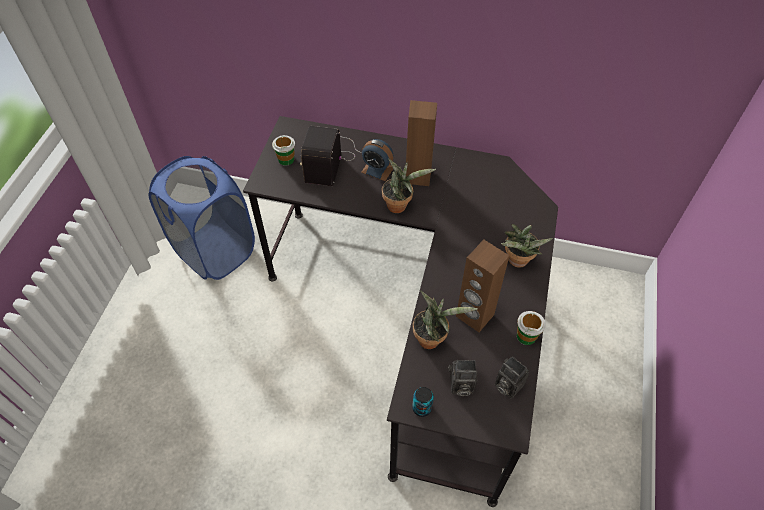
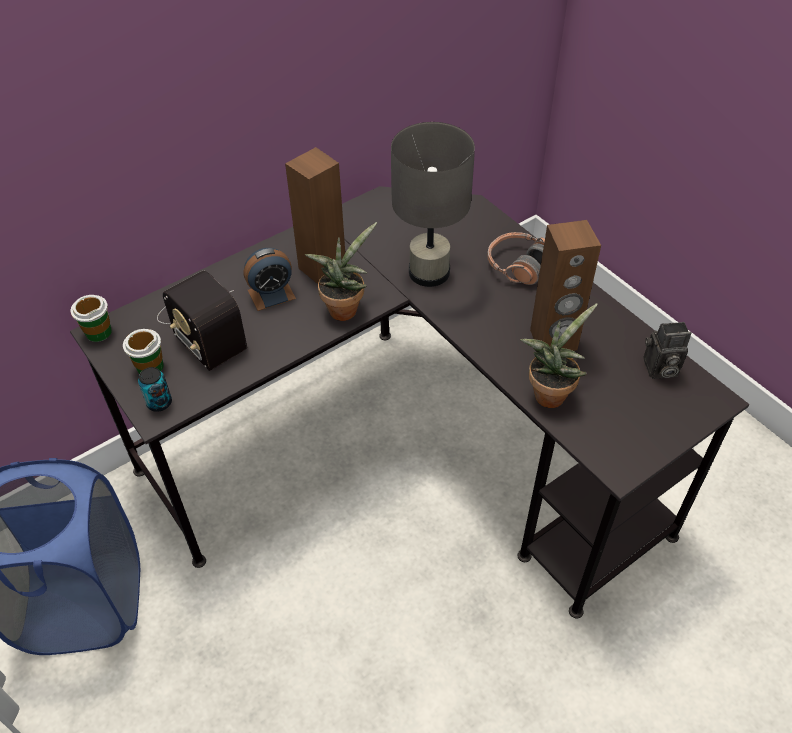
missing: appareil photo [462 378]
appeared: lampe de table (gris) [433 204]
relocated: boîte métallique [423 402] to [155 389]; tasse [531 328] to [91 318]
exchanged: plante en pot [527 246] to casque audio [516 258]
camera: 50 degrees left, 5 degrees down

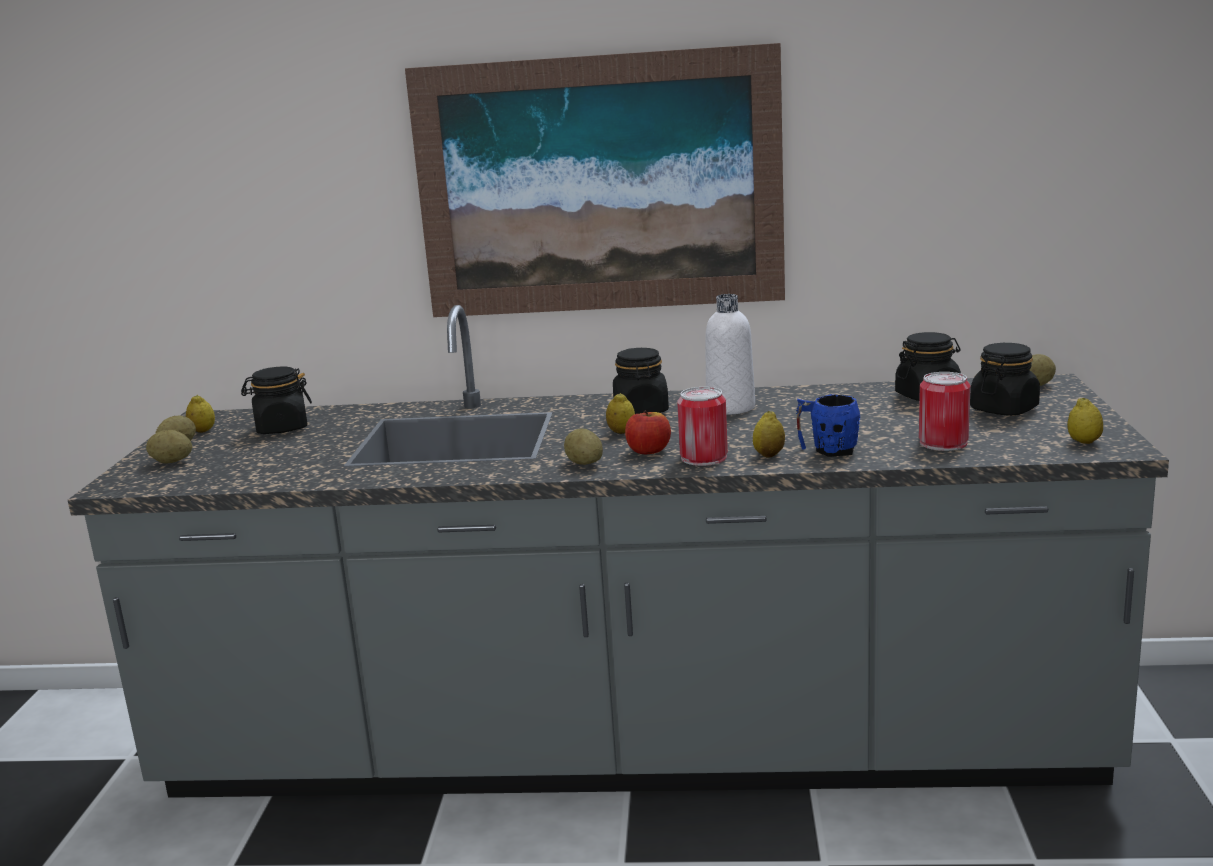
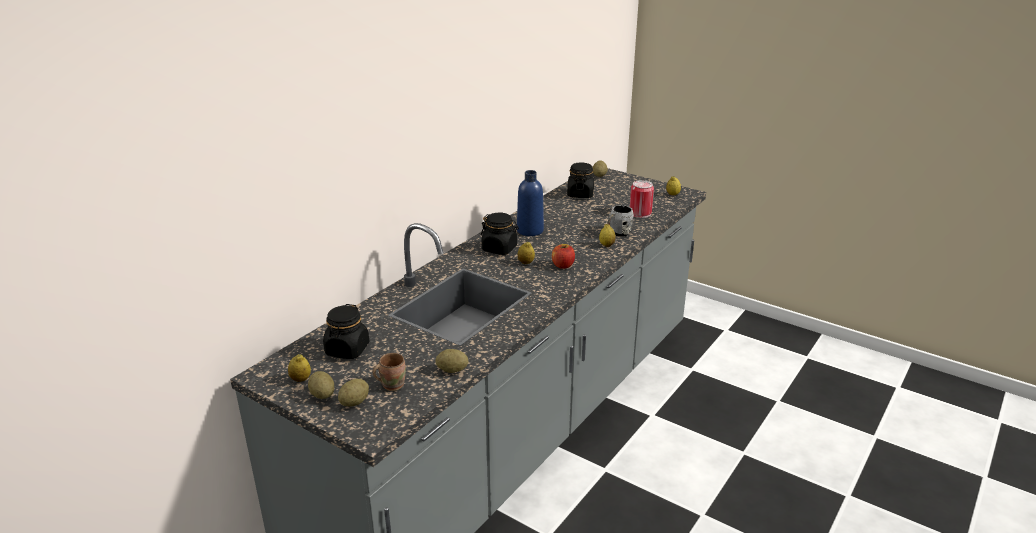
missing: tableau [595 180]; boîte métallique [702 426]; bocal (noir) [1005 379]
appeared: mug (marron) [389 372]
relocated: pomme de terre [583 447] to [451 361]
colour: bouteille (blanc) [730 354] to bouteille (bleu) [530 203]; mug (bleu) [828 425] to mug (gris) [621 220]
camera: 60 degrees left, 10 degrees up

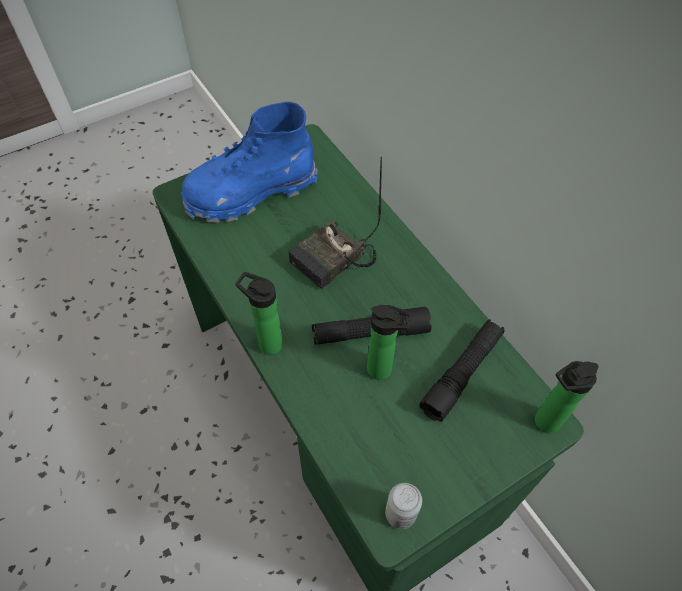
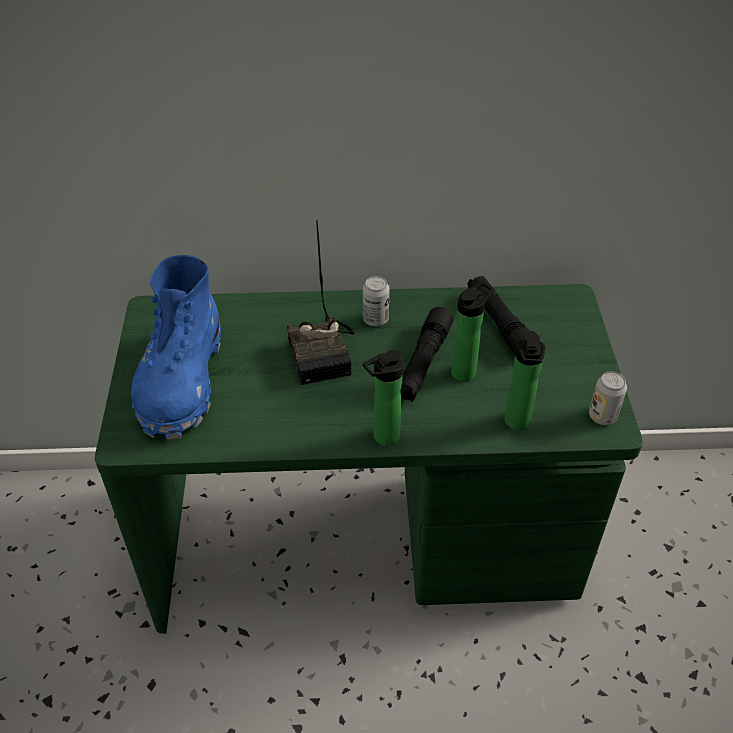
appeared: boîte métallique [376 301]
relocated: bouteille [567 397] to [525 380]
camera: 60 degrees left, 10 degrees down

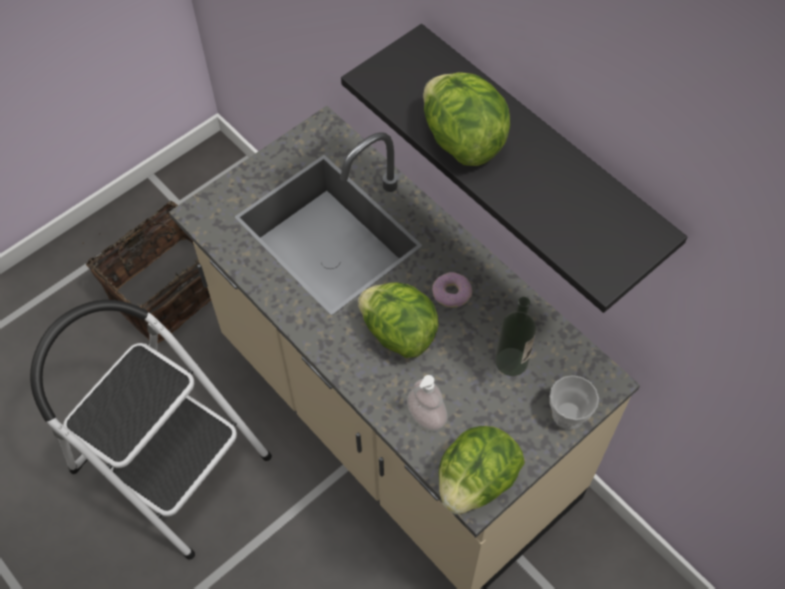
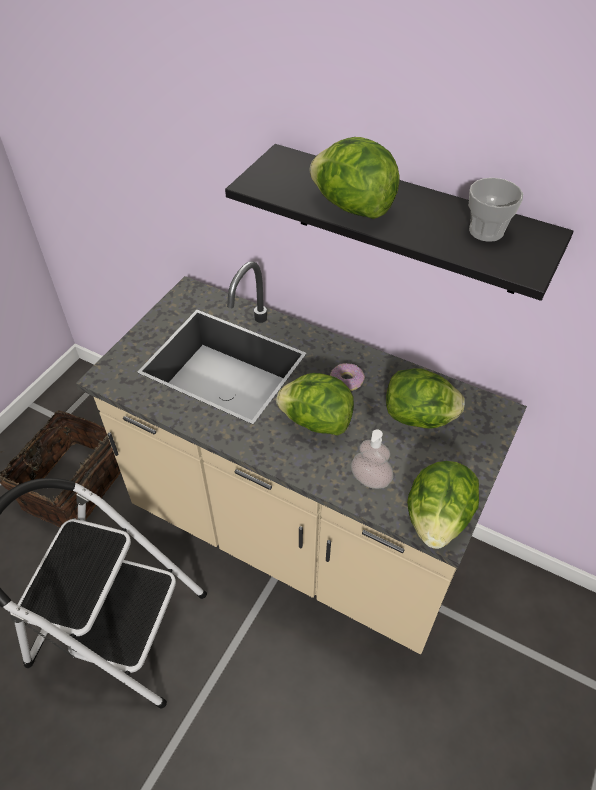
relocated: tasse [574 402] to [496 210]
exchanged: bouteille [515 336] to laitue [425 398]
camera: 20 degrees left, 10 degrees down

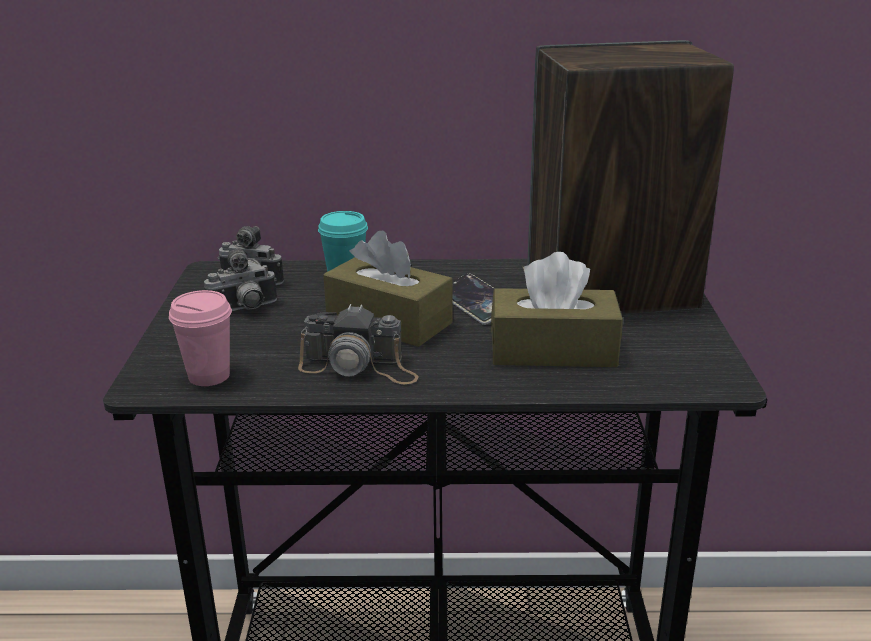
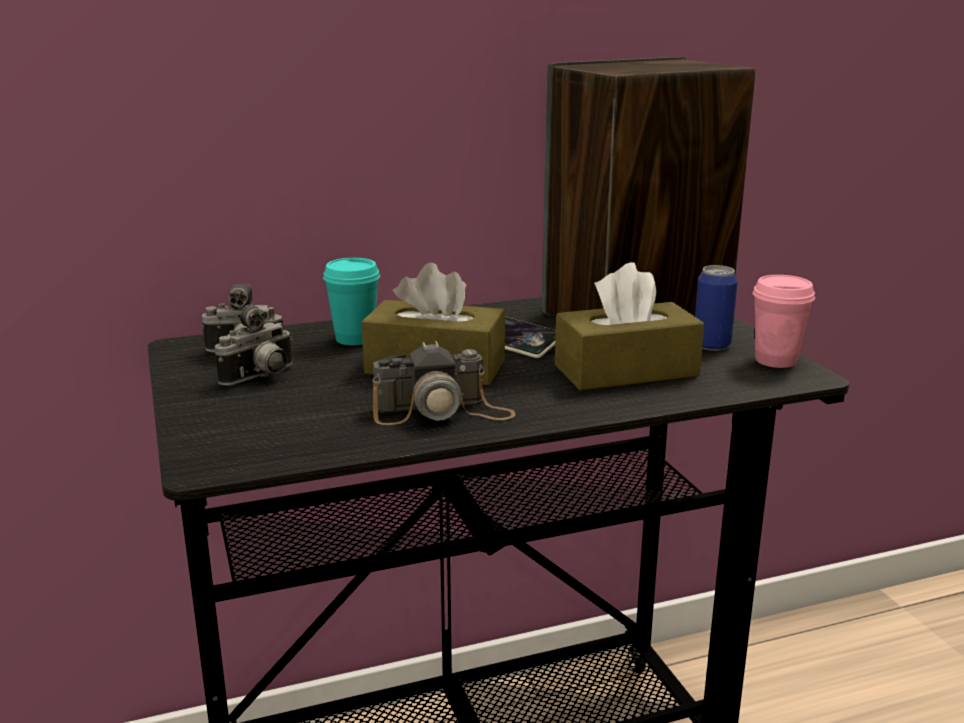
appeared: boîte métallique [716 308]
relocated: tasse (rose) [200 338] to [784 321]
camera: 20 degrees left, 5 degrees down

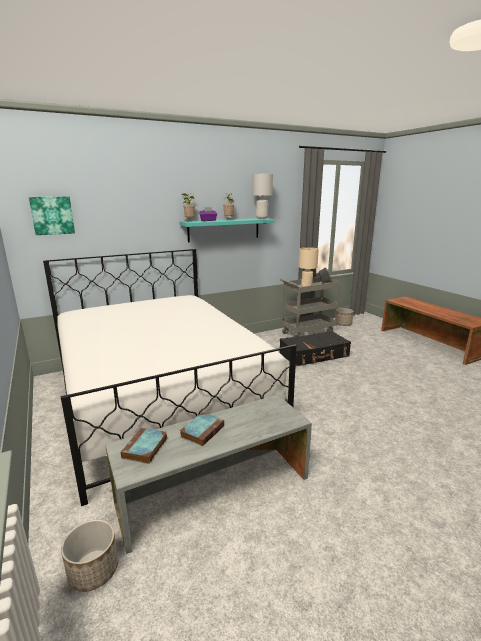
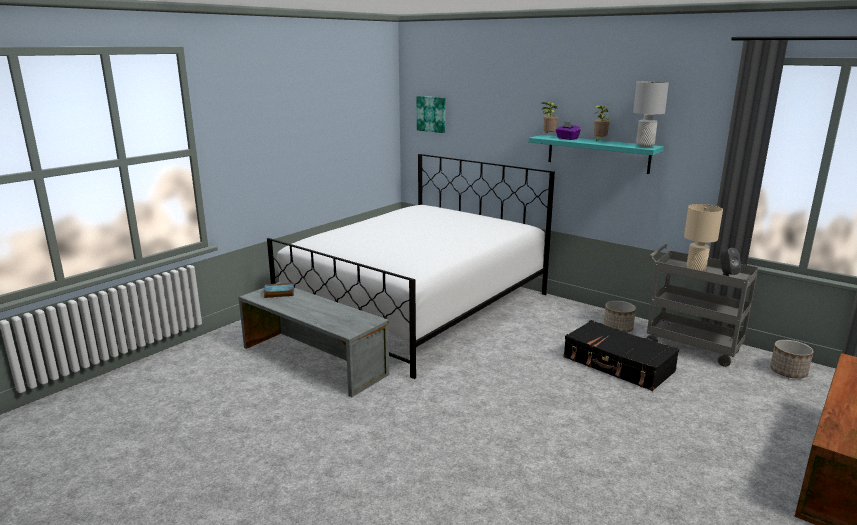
missing: livre [202 429]
relocated: cache-pot [89 555] to [619 317]
camera: 65 degrees right, 0 degrees up

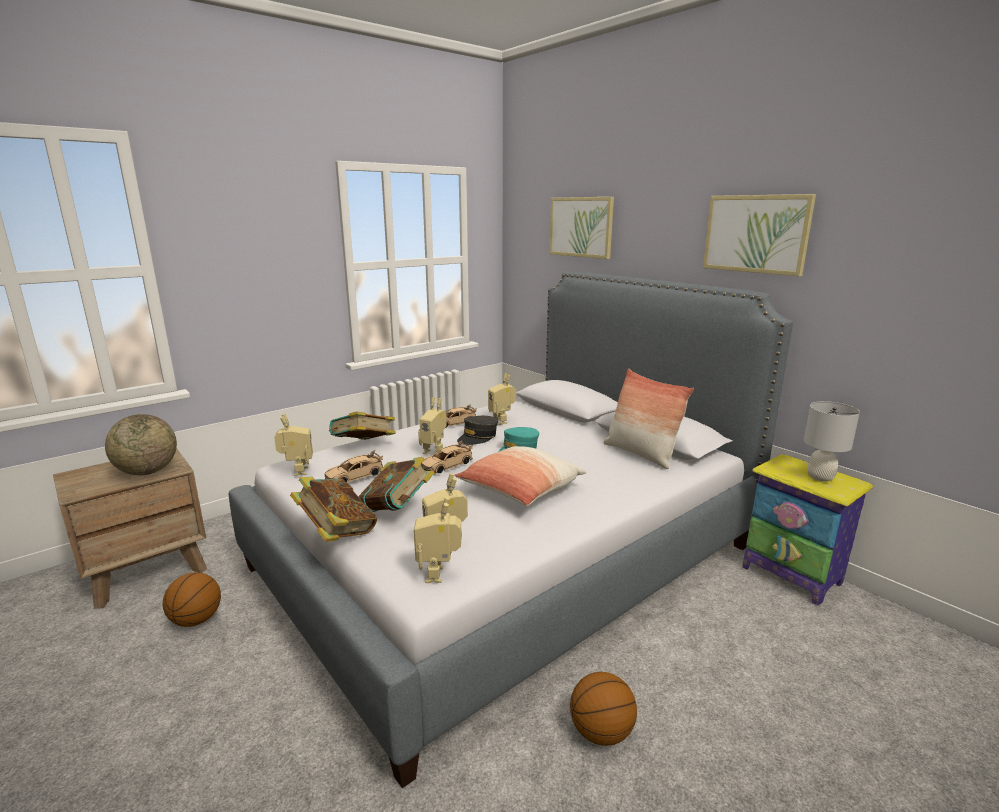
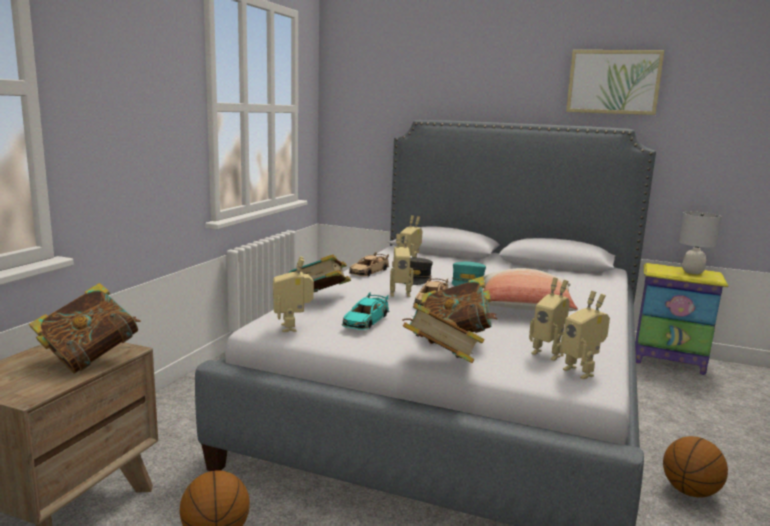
missing: tableau [582 228]; coussin [648 418]
exchanged: globe [141 444] to livre [85 328]
colour: petite voiture (beige) [354 466] to petite voiture (turquoise) [365 311]
spun: robot jouet [293 445] = [293 294] 150 degrees counterclockwise
camera: 30 degrees left, 5 degrees down

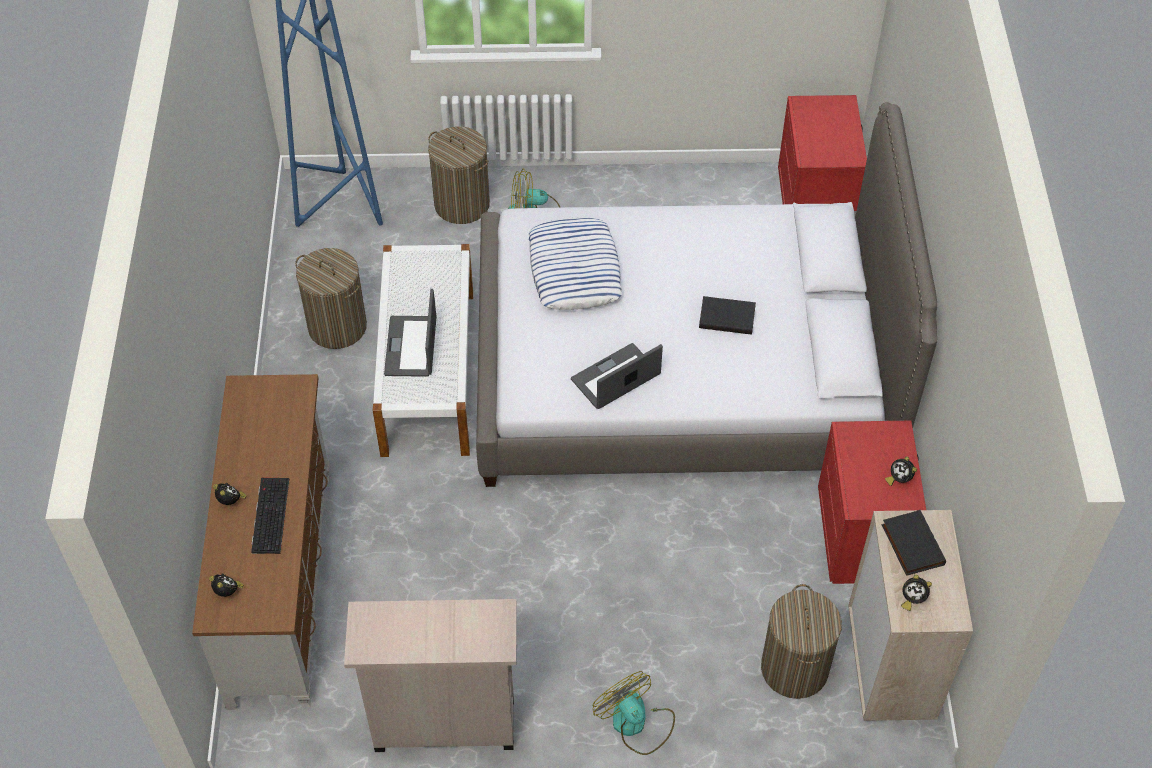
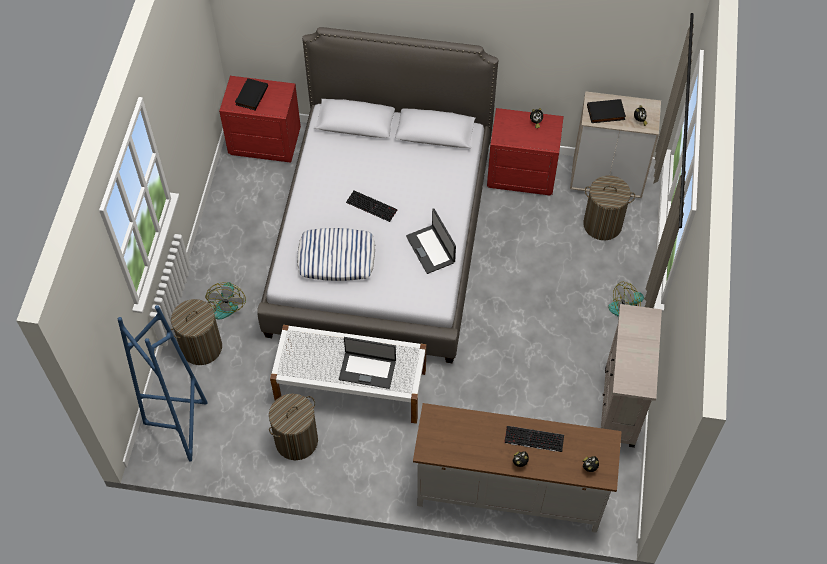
appeared: clavier [371 206]
relocated: livre (noir) [727 315] to [251 94]
camera: 80 degrees left, 5 degrees up

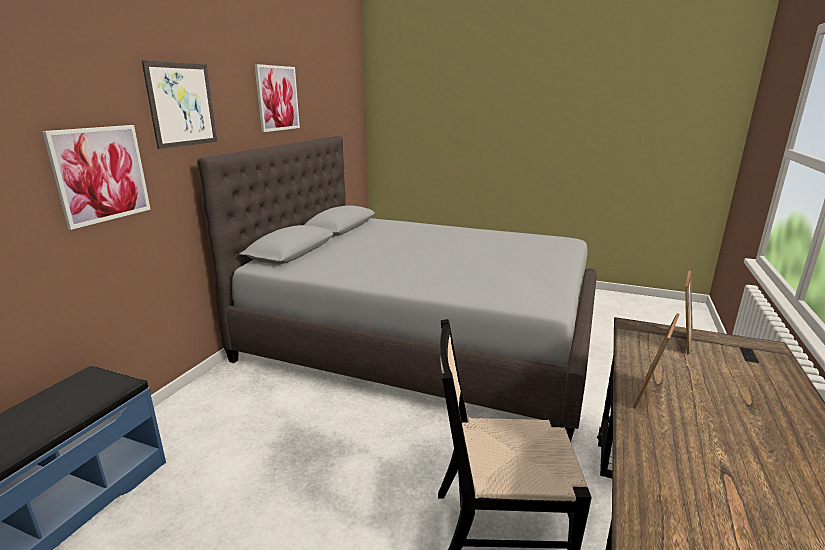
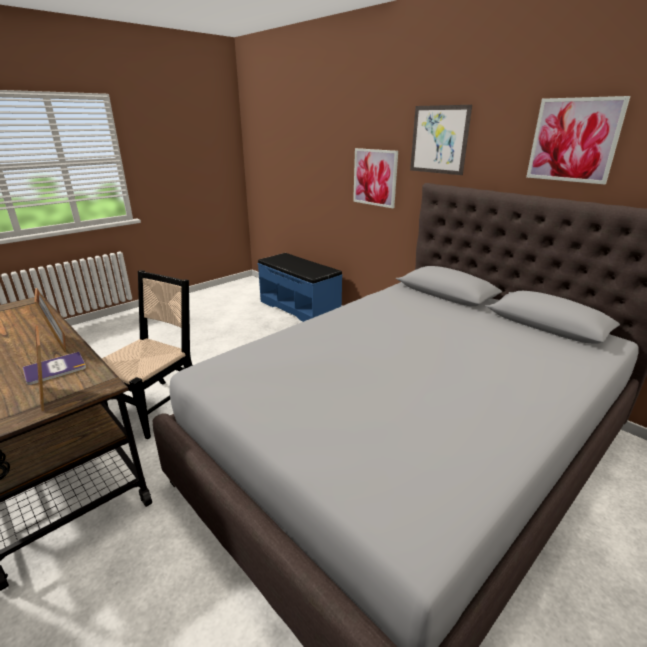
appeared: livre [54 368]
camera: 115 degrees right, 5 degrees up

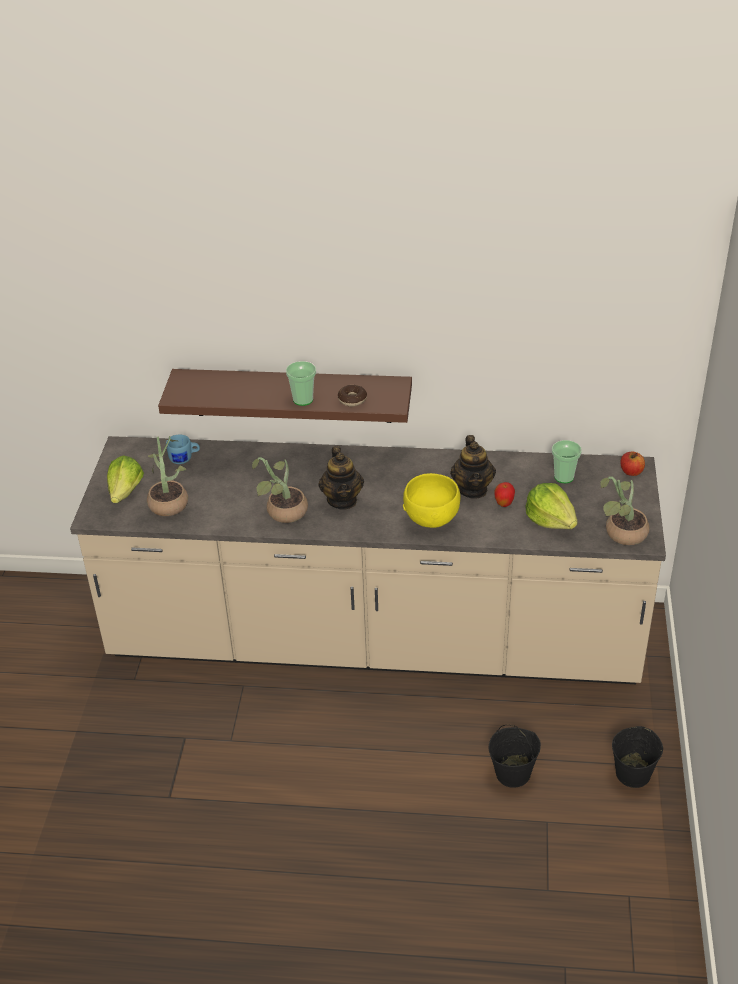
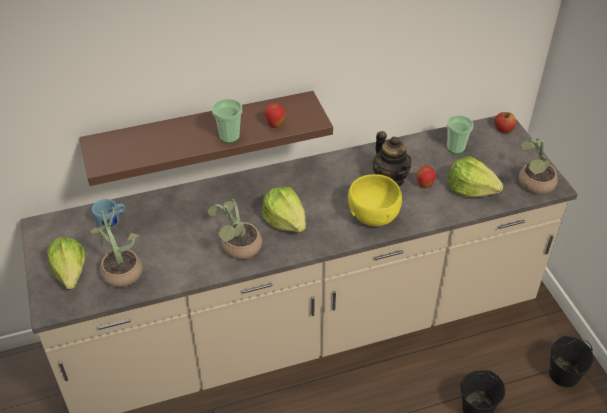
exchanged: théière [341 478] to laitue [284 209]; beignet [352 396] to pomme [274 115]
camera: 25 degrees left, 5 degrees up

